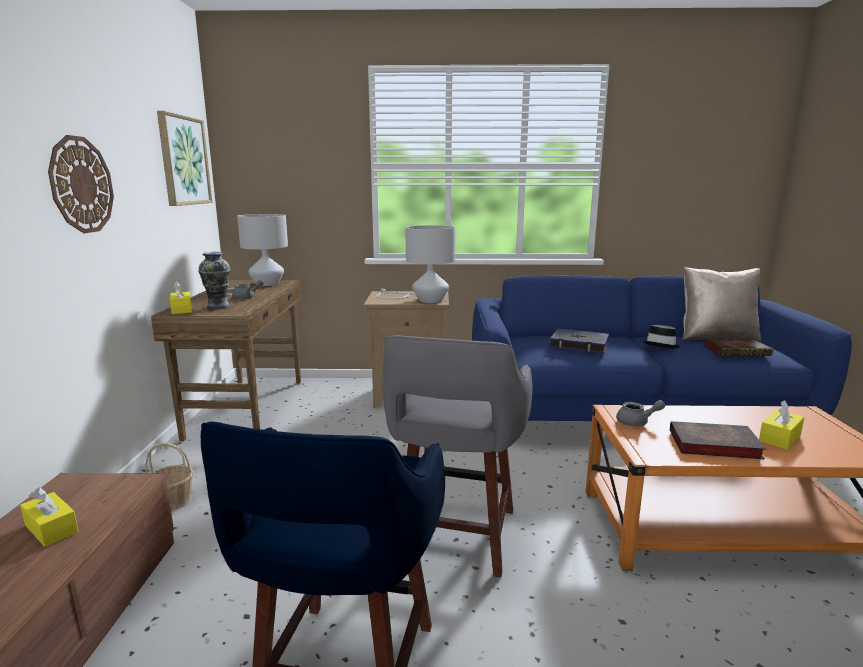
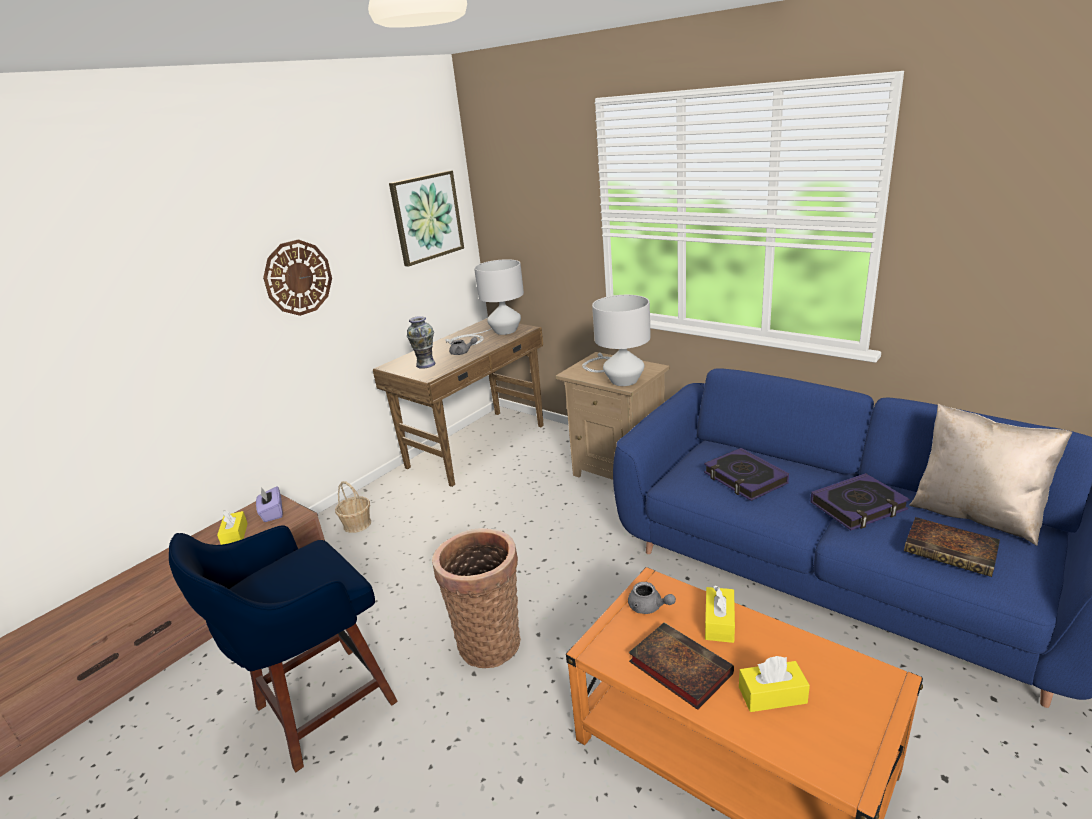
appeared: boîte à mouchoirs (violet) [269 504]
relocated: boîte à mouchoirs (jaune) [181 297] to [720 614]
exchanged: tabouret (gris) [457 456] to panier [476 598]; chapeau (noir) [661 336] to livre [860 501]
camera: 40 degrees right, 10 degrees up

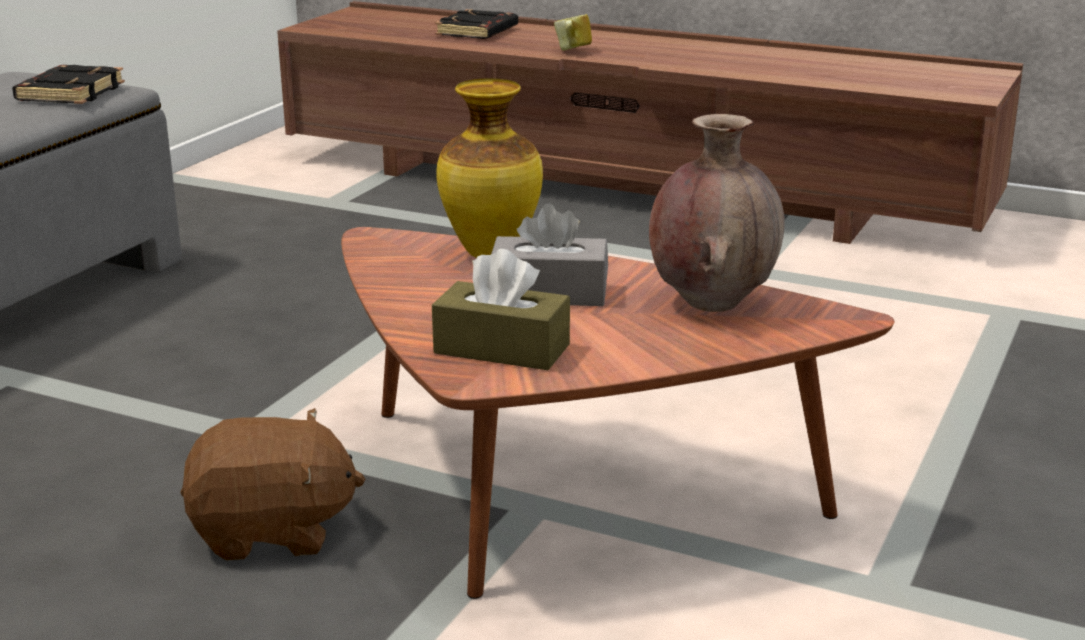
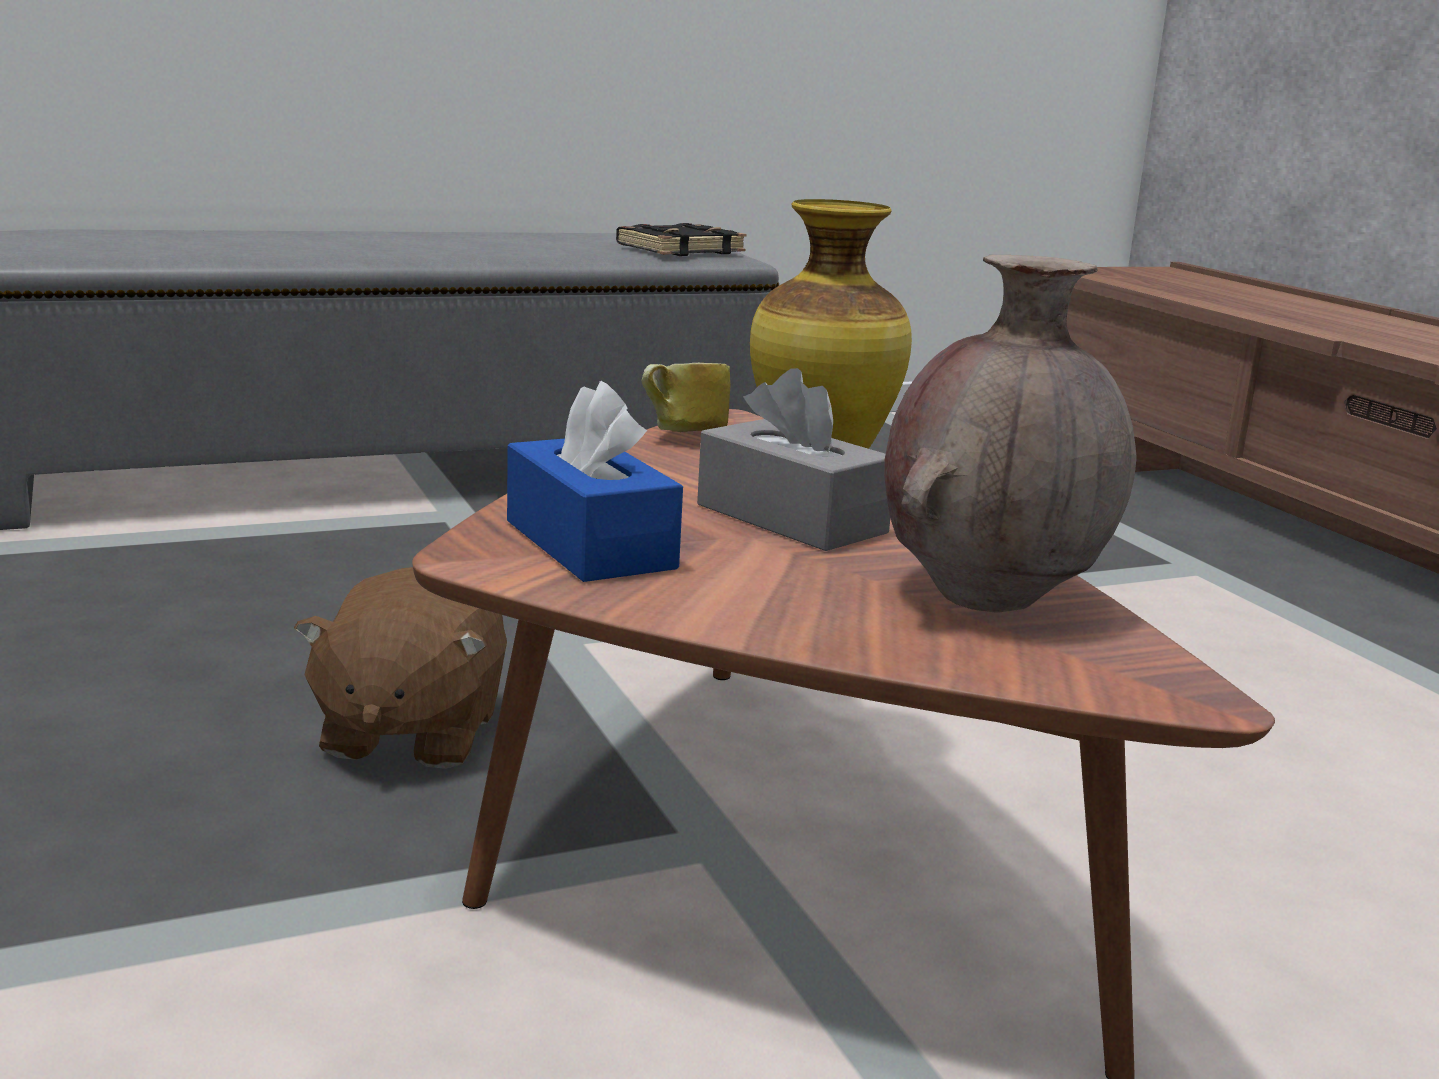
missing: livre (noir) [476 24]
relocated: mug [573 32] to [686 397]
colour: boîte à mouchoirs (marron) [501 309] to boîte à mouchoirs (bleu) [595 481]
spun: peluche (marron) [273 484] = [400 668] 60 degrees clockwise
camera: 40 degrees right, 5 degrees down

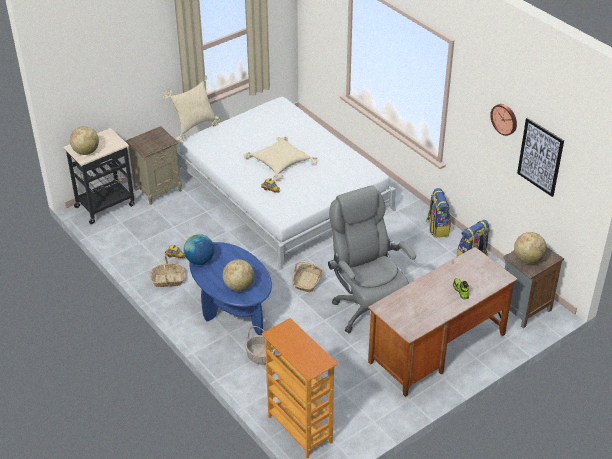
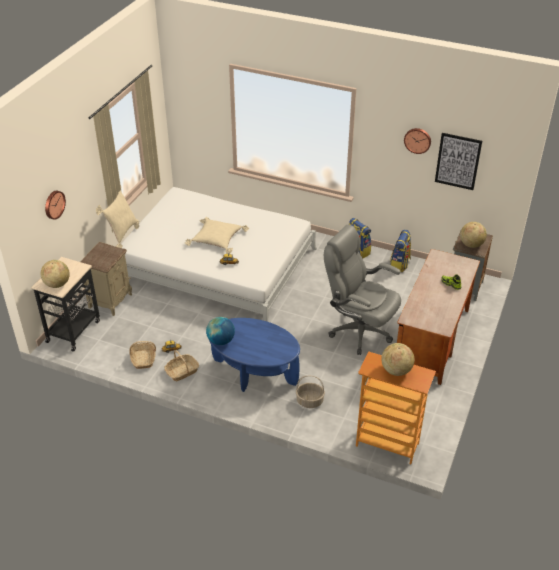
appeared: horloge murale [55 205]
relocated: globe [238 275] to [397 359]; panier [307 276] to [142 355]
camera: 30 degrees left, 0 degrees up

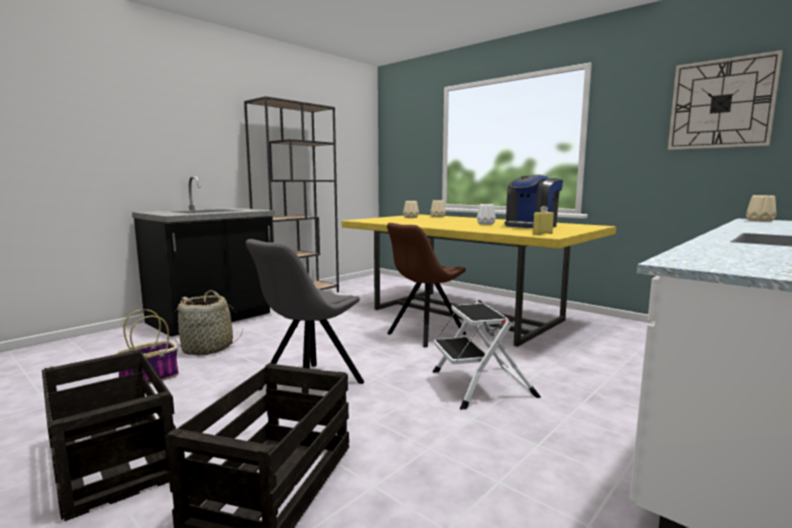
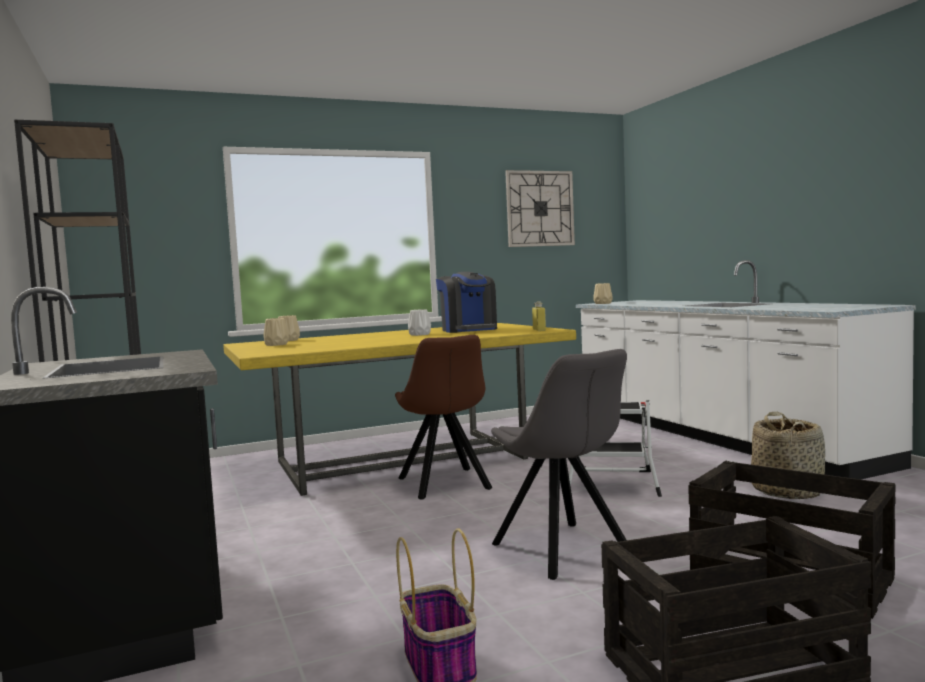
relocated: panier [209 322] to [788 455]
camera: 65 degrees left, 5 degrees down

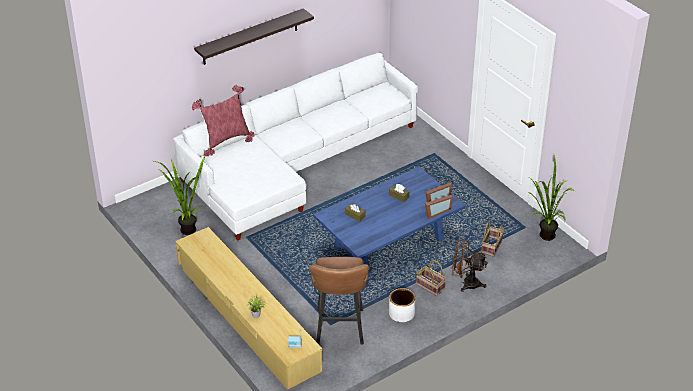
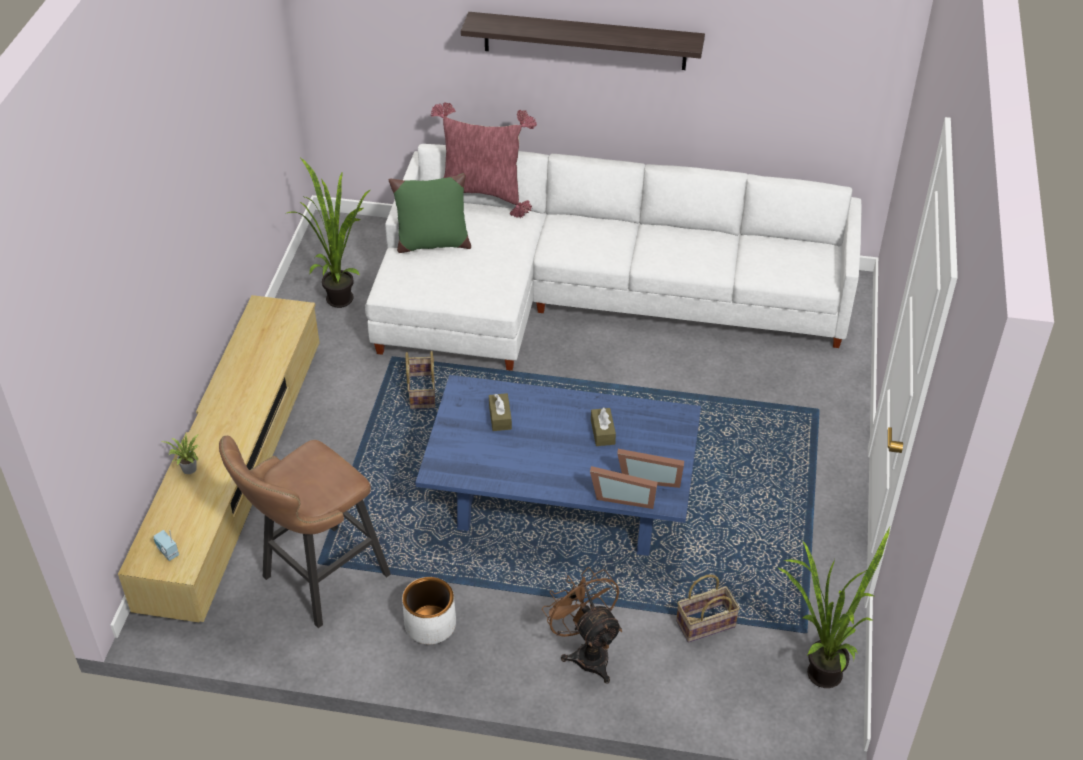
appeared: coussin (vert) [430 213]
relocated: panier [431 278] to [420 380]
camera: 45 degrees right, 5 degrees up

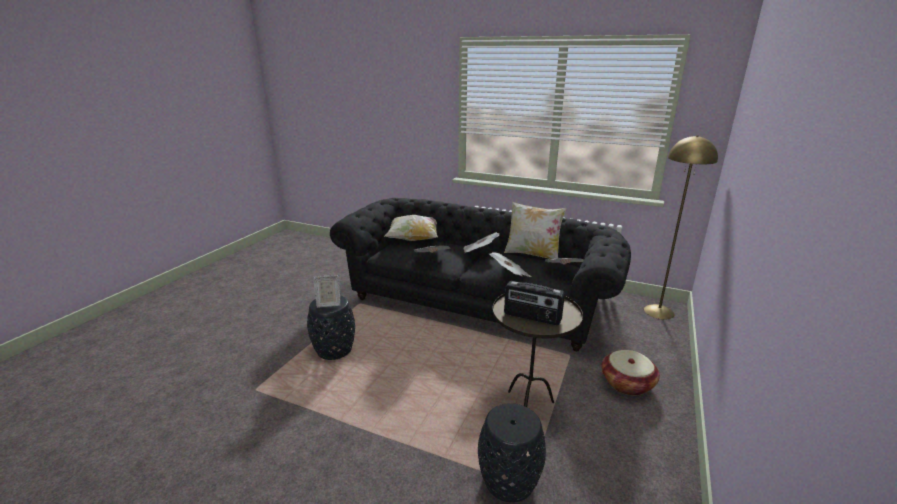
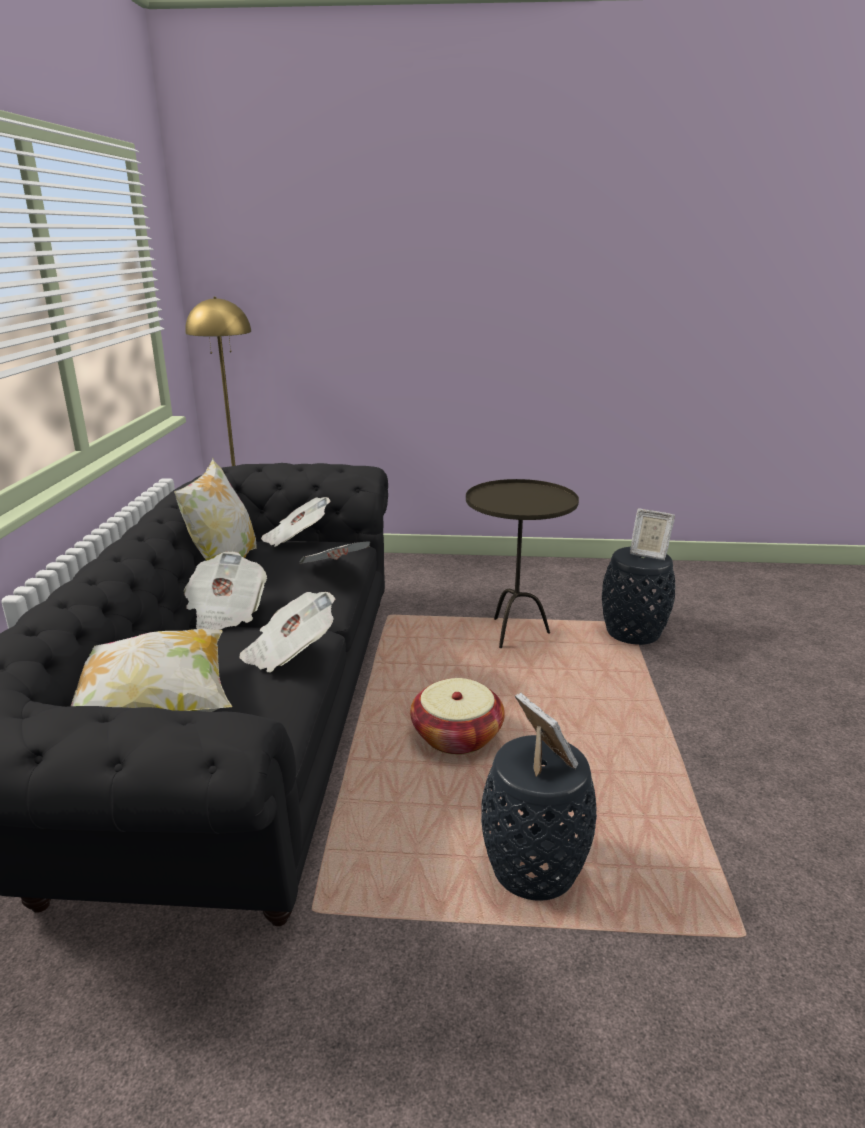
missing: radio [534 303]
appeared: cadre photo [652 534]
relocated: panier [631 373] to [457 716]
camera: 110 degrees left, 0 degrees up

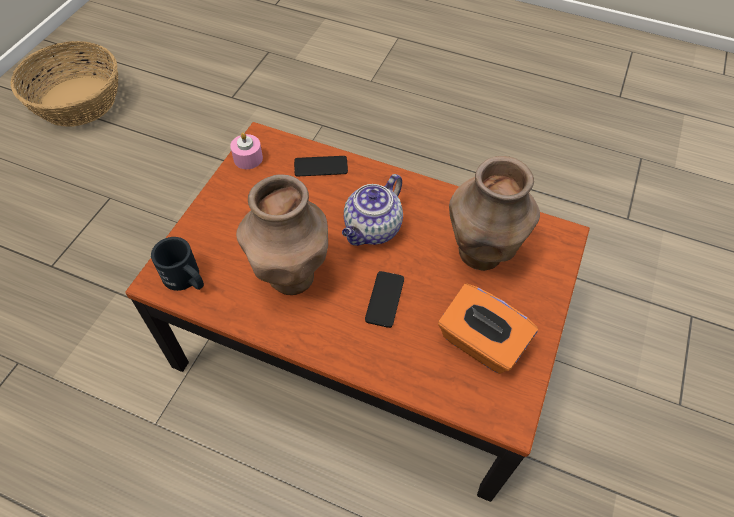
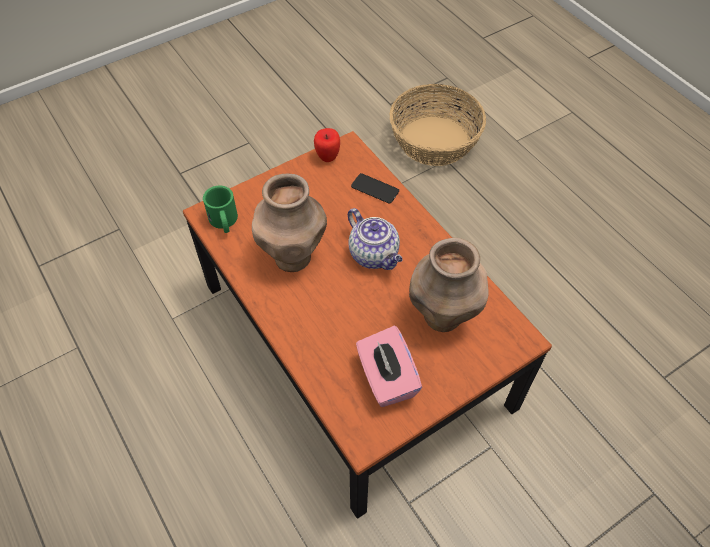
missing: téléphone [384 299]
relocated: panier [64 84] to [437 125]
exchanged: bougie (rose) [246 151] to pomme [327 145]
colour: mug (noir) [177 264] to mug (vert) [220 209]; boîte à mouchoirs (orange) [488 328] to boîte à mouchoirs (rose) [389 366]
spun: théière [372 210] = [375 239] 105 degrees counterclockwise
camera: 35 degrees right, 0 degrees up

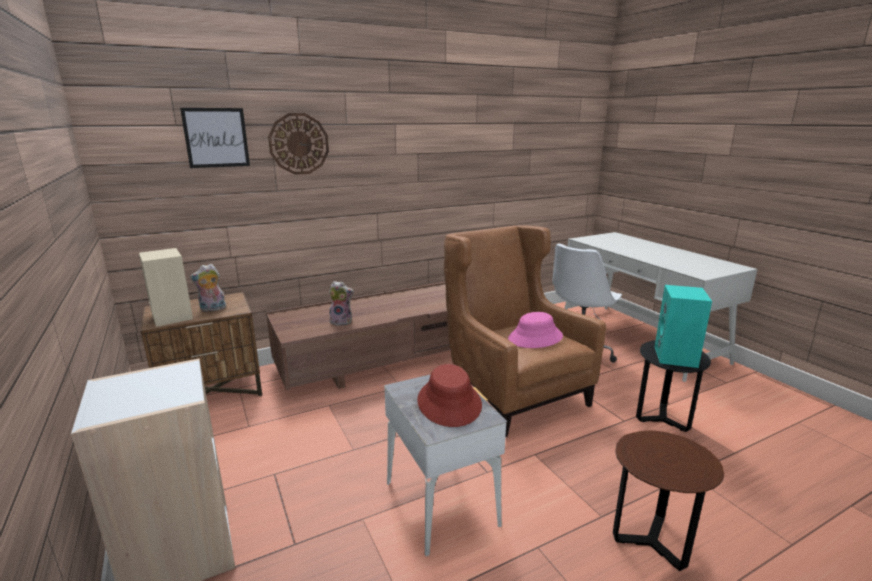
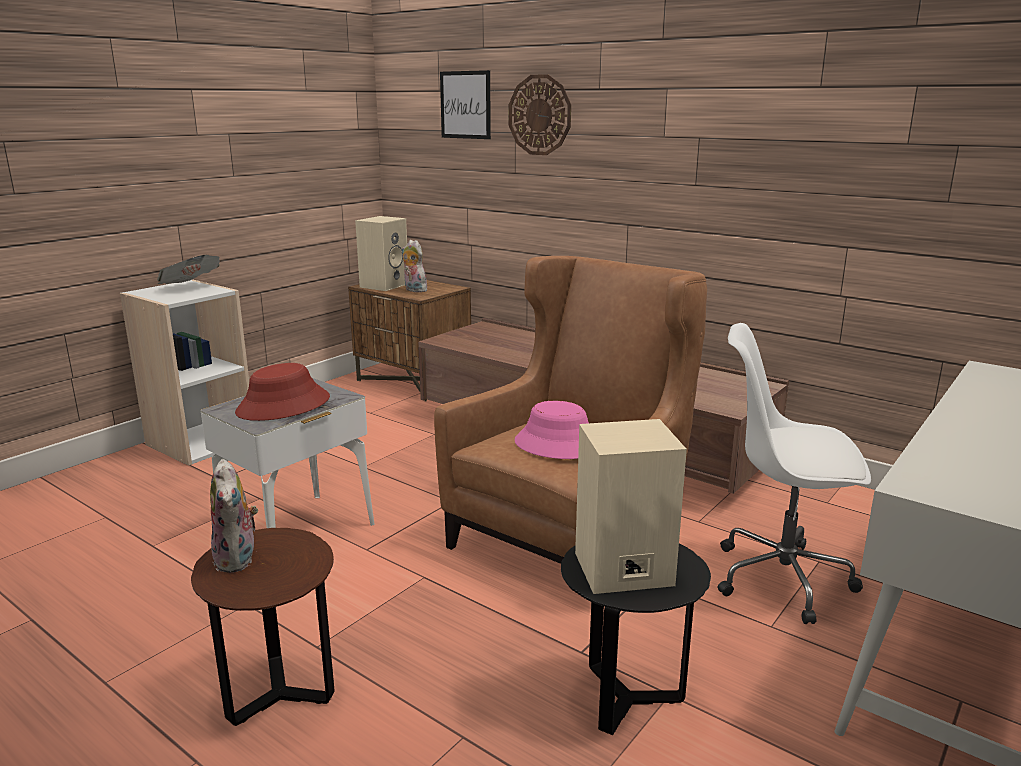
appeared: journal [188 269]
relocated: peluche [341 303] to [234 516]
colour: enceinte (turquoise) [683 326] to enceinte (beige) [631 506]
camera: 65 degrees right, 0 degrees up

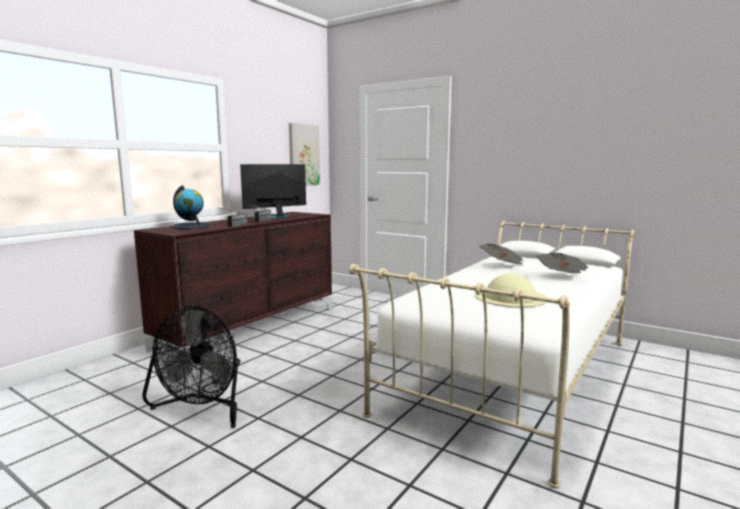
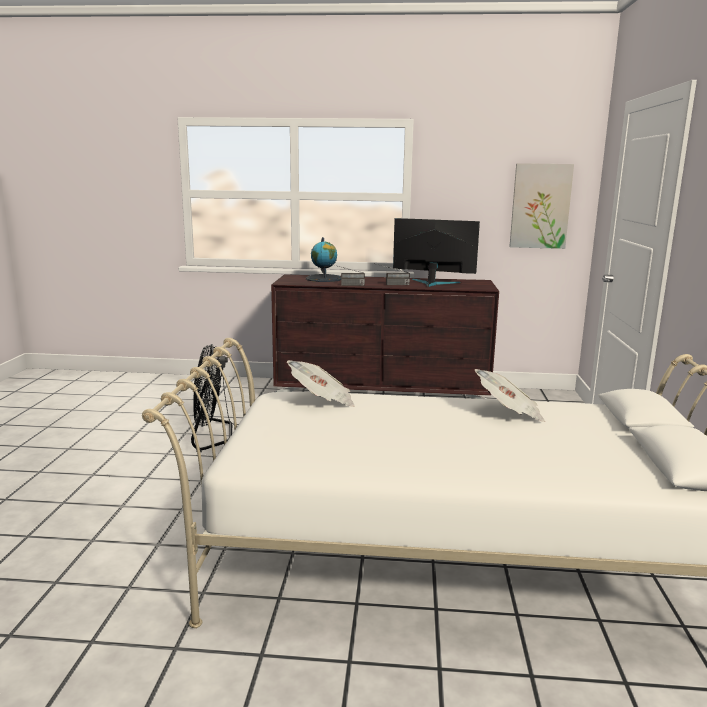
missing: chapeau (beige) [510 291]
relocated: journal [562 263] to [321 383]
camera: 60 degrees right, 5 degrees up

